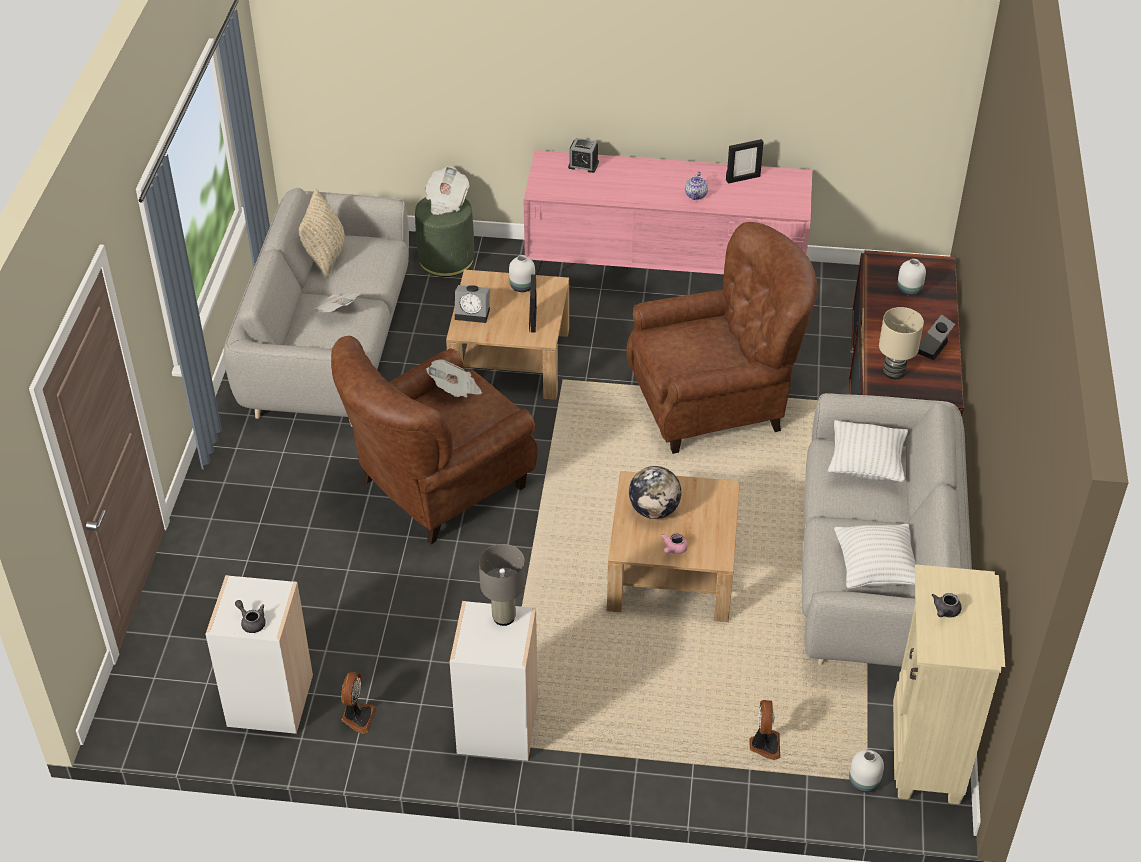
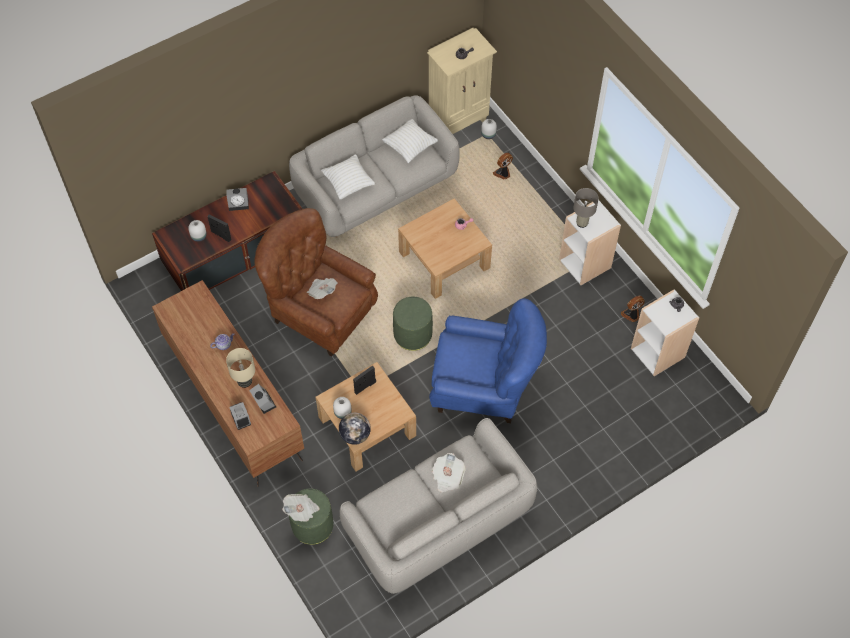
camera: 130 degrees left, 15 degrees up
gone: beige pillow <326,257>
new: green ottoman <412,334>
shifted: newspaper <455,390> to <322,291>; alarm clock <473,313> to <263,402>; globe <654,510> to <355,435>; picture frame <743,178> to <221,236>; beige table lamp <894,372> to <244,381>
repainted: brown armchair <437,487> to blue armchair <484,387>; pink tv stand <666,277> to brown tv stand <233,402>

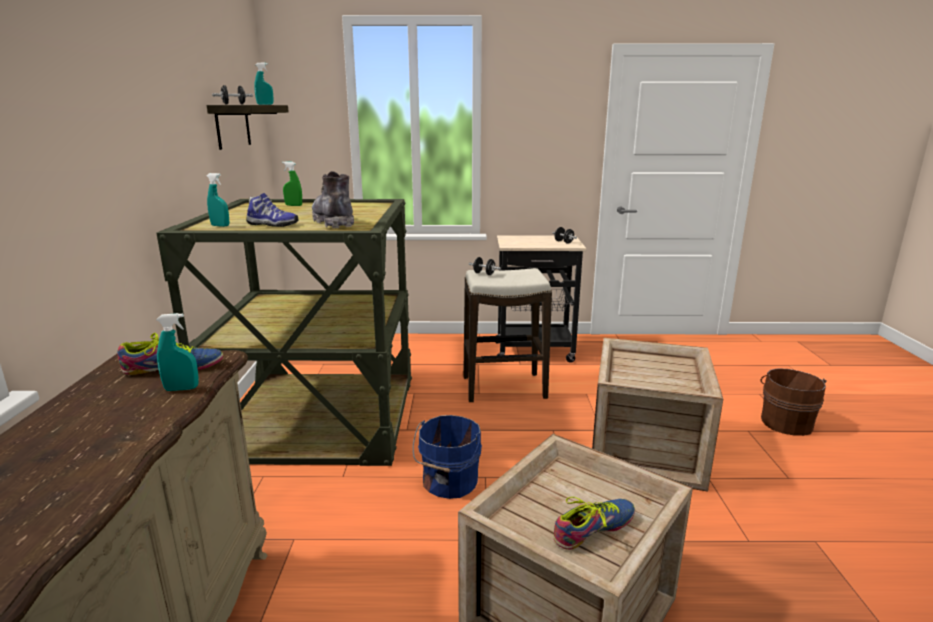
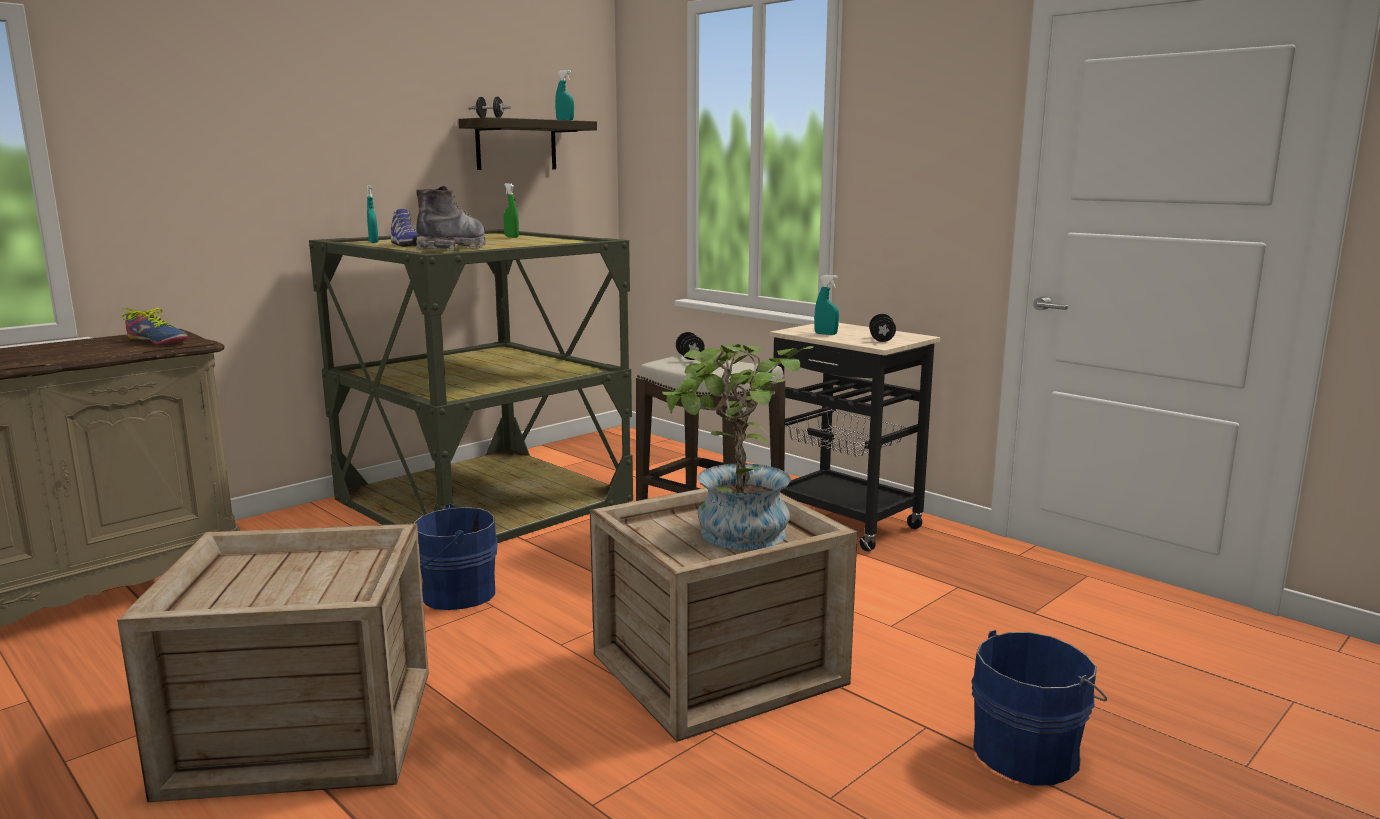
camera: 45 degrees right, 5 degrees down
gone: shoe <593,528>
new: potted plant <734,537>
shifted: turquoise spray bottle <181,389> to <826,334>
repainted: brown bucket <786,422> to blue bucket <1030,752>

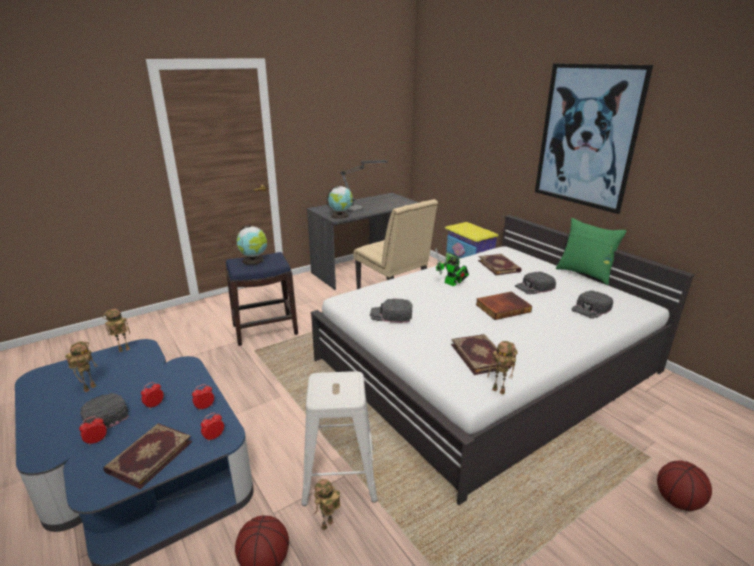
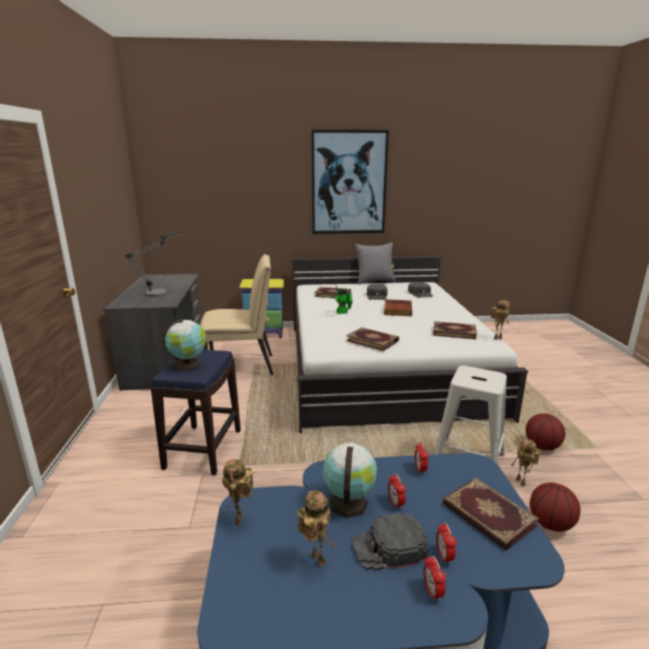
camera: 60 degrees left, 5 degrees down
shifted: alarm clock <214,437> to <432,592>; globe <340,215> to <348,502>; basketball <678,501> to <542,446>
swapped: black cap <391,315> to book <372,340>
repainted: green pillow <584,274> to grey pillow <374,282>

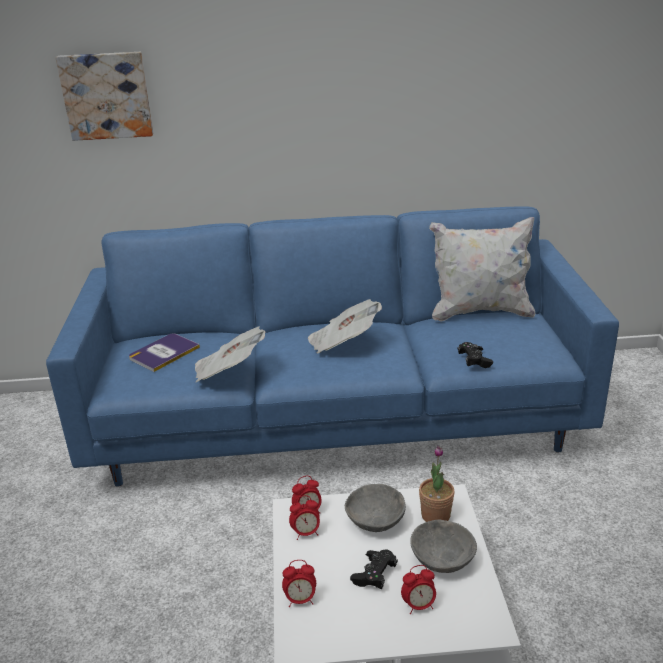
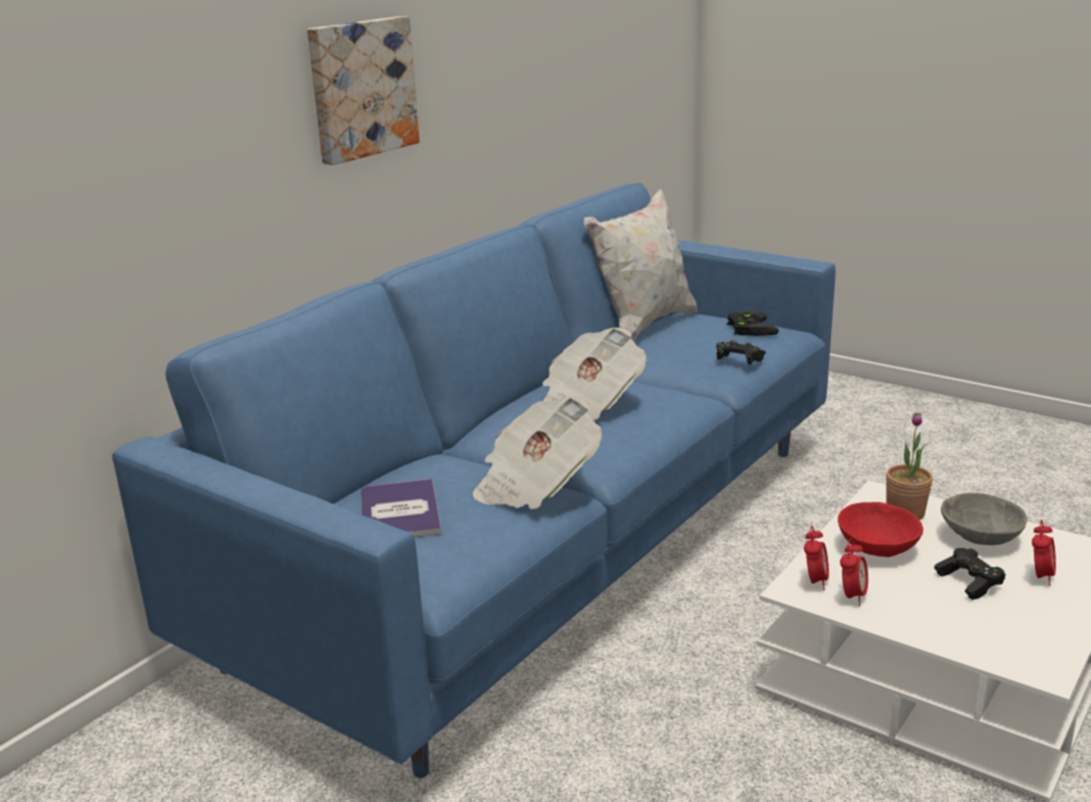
camera: 50 degrees left, 5 degrees down
gone: alarm clock <300,600>
new: black game controller <748,327>
shifted: picture <107,95> to <360,88>
repainted: grey bowl <376,520> to red bowl <876,547>

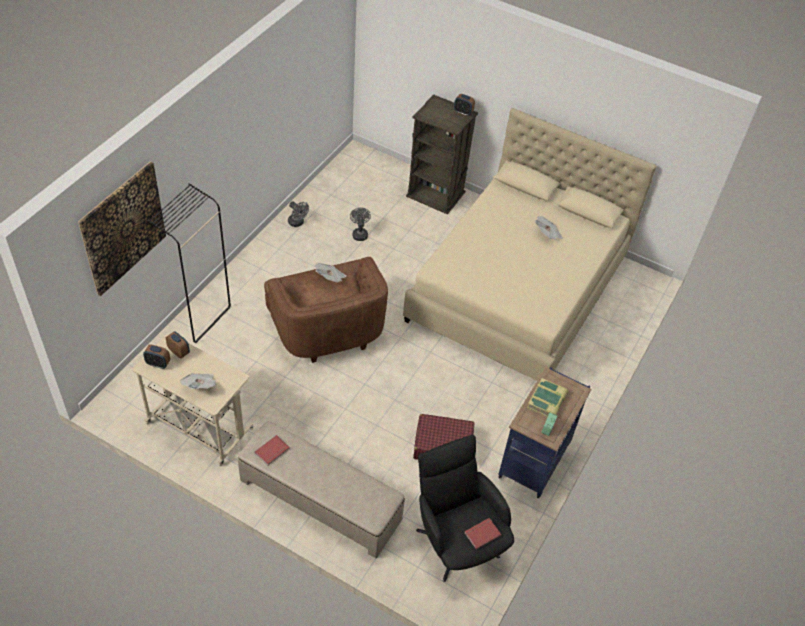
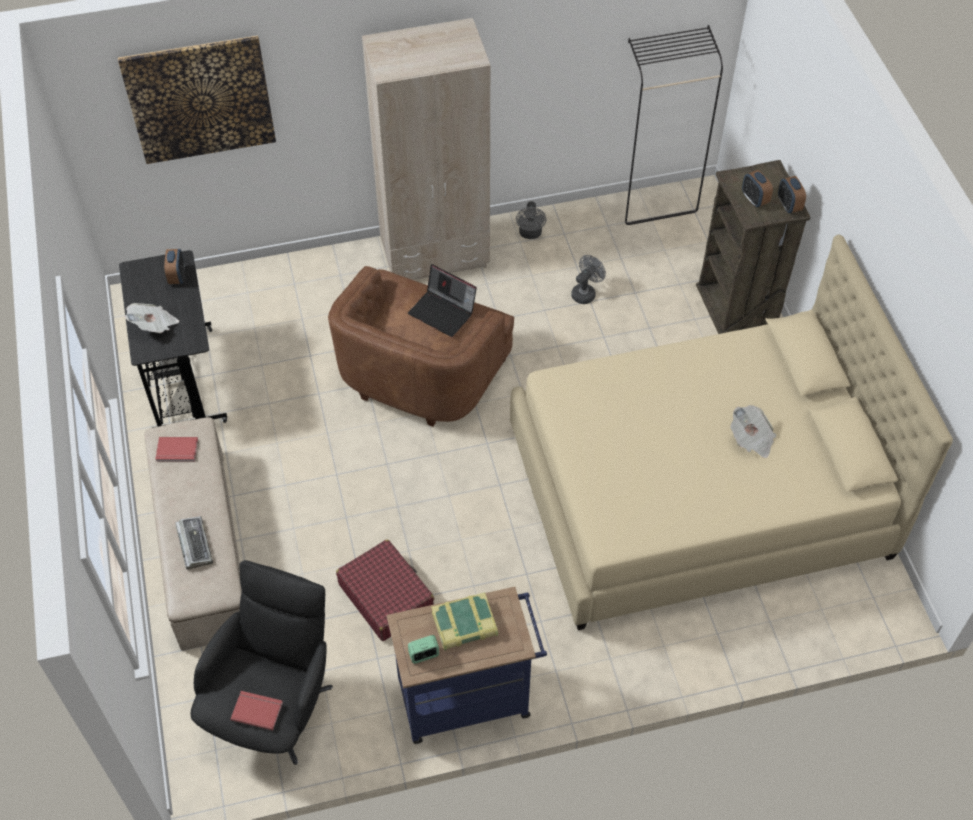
camera: 50 degrees right, 5 degrees up
new: keyboard <194,544>; beige wardrobe <436,255>
shifted: alarm clock <158,364> to <754,199>; black clothes rack <200,318> to <655,203>
swapped: newspaper <330,278> to laptop <443,312>
repainted: beige desk <199,426> to black desk <184,380>

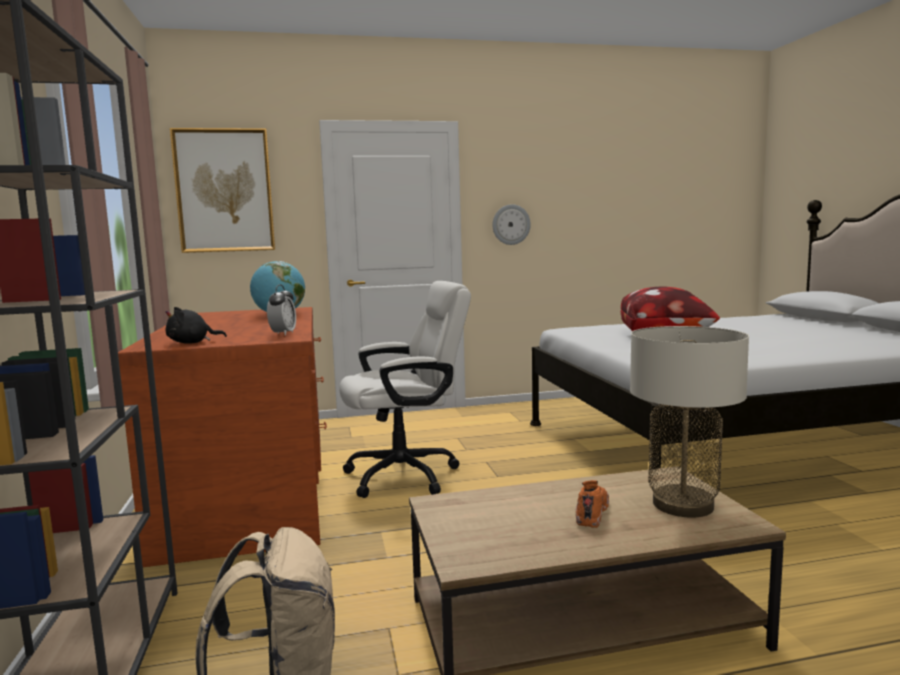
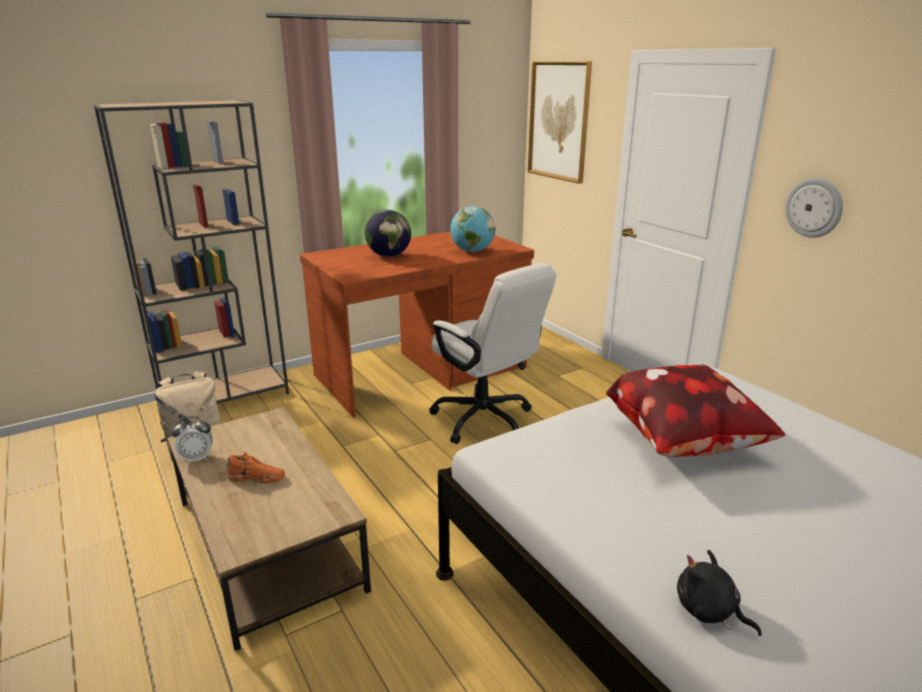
camera: 70 degrees right, 15 degrees up
gone: table lamp <683,505>
new: globe <389,256>
shifted: black plush toy <192,343> to <709,611>; alarm clock <283,334> to <197,458>

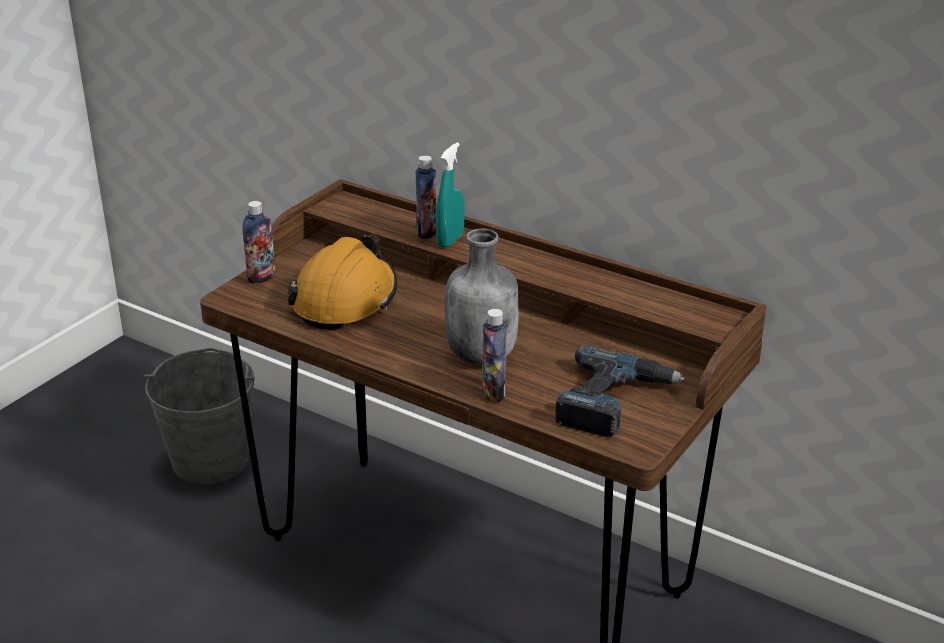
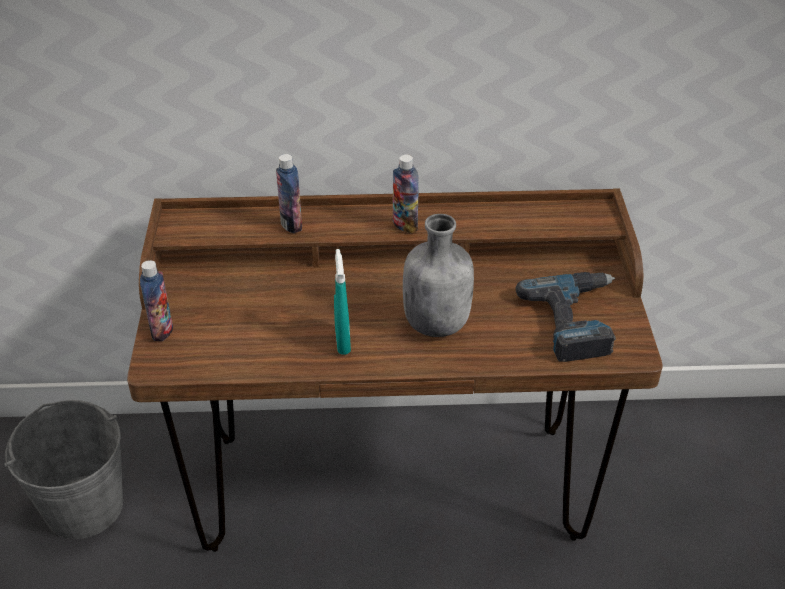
camera: 35 degrees left, 10 degrees up
gone: orange hard hat <345,300>
shifted: turquoise spray bottle <450,240> to <342,342>; bottle <494,392> to <405,225>

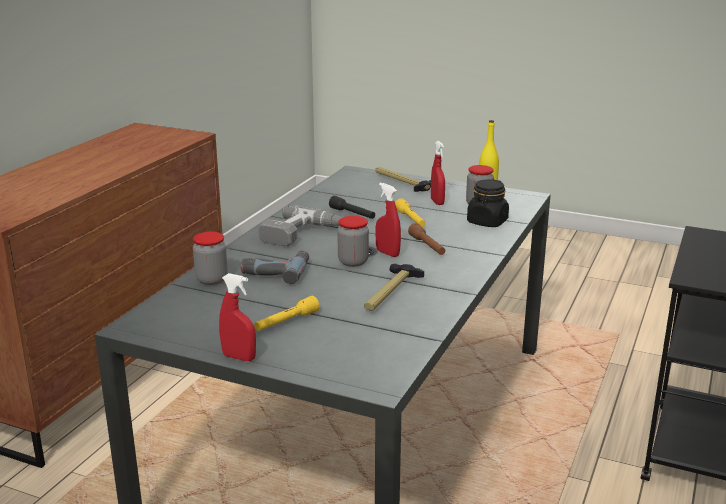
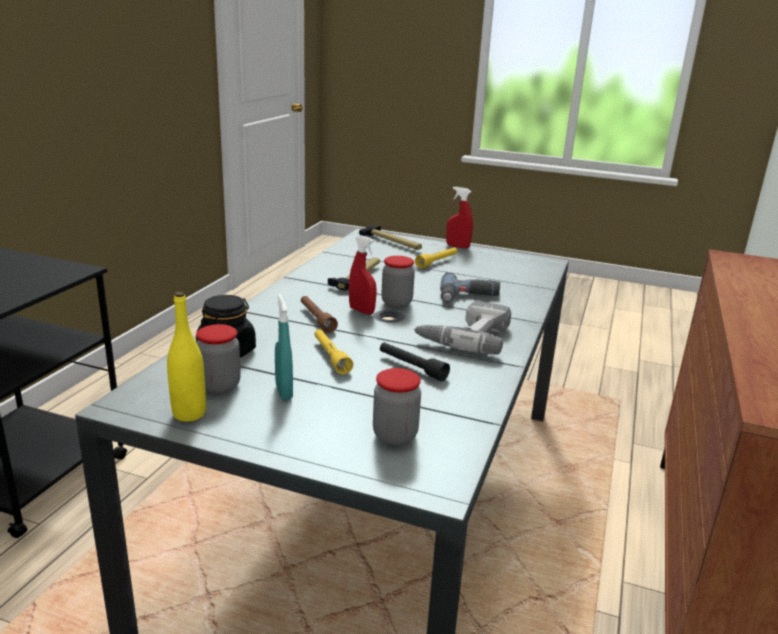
camera: 175 degrees right, 0 degrees up
shifted: jar <211,279> to <395,435>; hammer <401,183> to <392,243>
repainted: red spray bottle <437,202> to turquoise spray bottle <284,391>

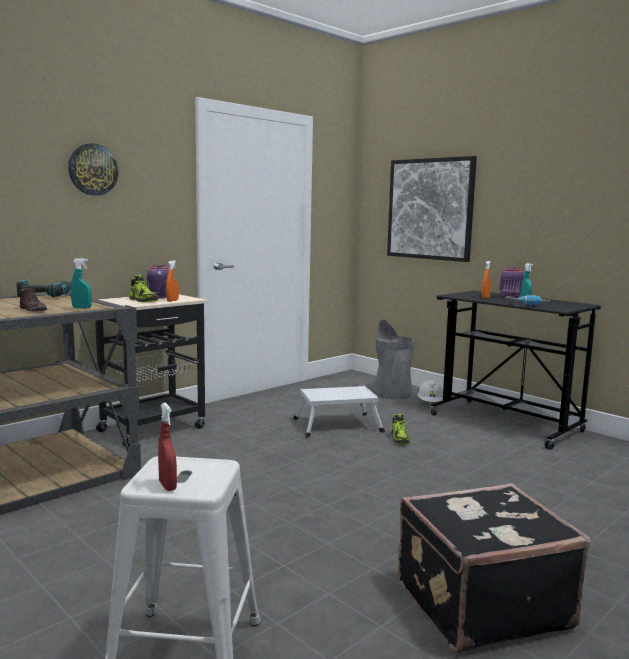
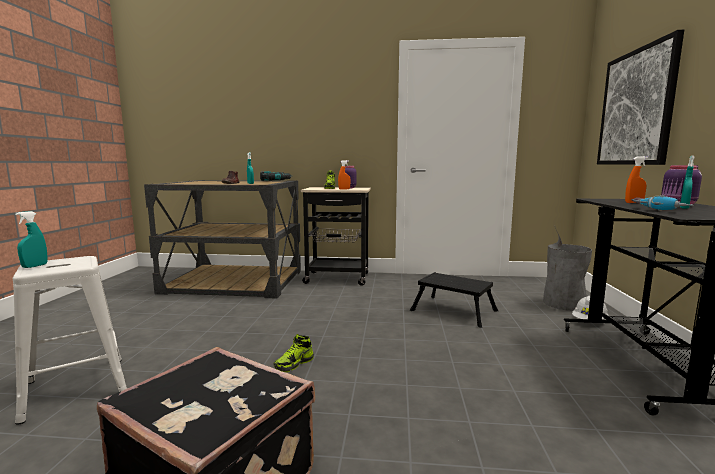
camera: 50 degrees right, 0 degrees up
gone: wall clock <93,169>
shifted: shoe <399,439> to <294,364>
repainted: red spray bottle <167,486> to turquoise spray bottle <35,266>; white step ladder <338,425> to black step ladder <454,311>

